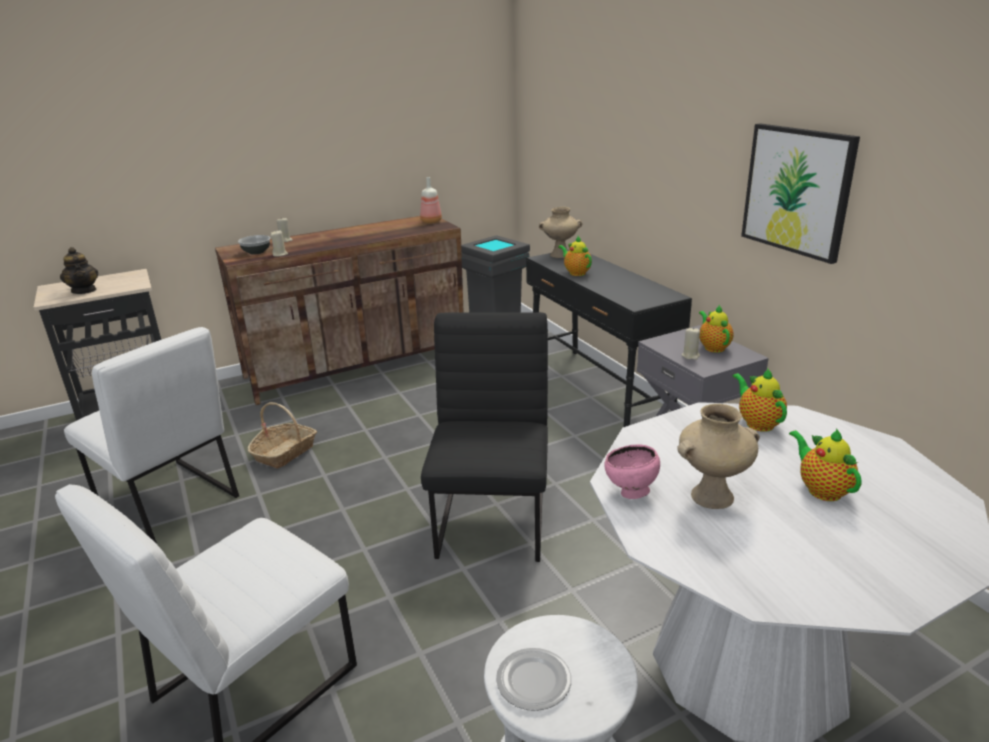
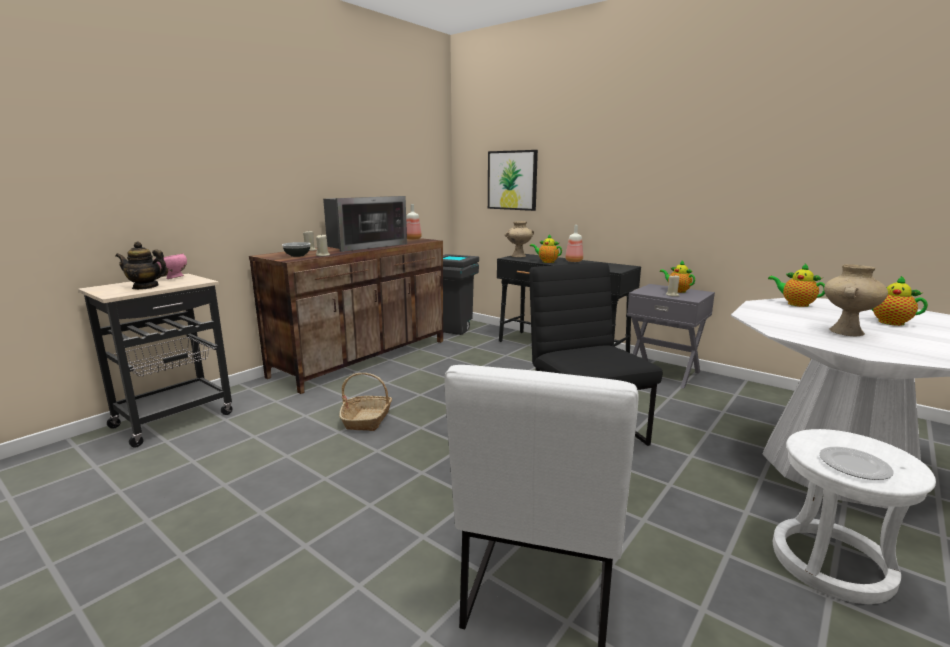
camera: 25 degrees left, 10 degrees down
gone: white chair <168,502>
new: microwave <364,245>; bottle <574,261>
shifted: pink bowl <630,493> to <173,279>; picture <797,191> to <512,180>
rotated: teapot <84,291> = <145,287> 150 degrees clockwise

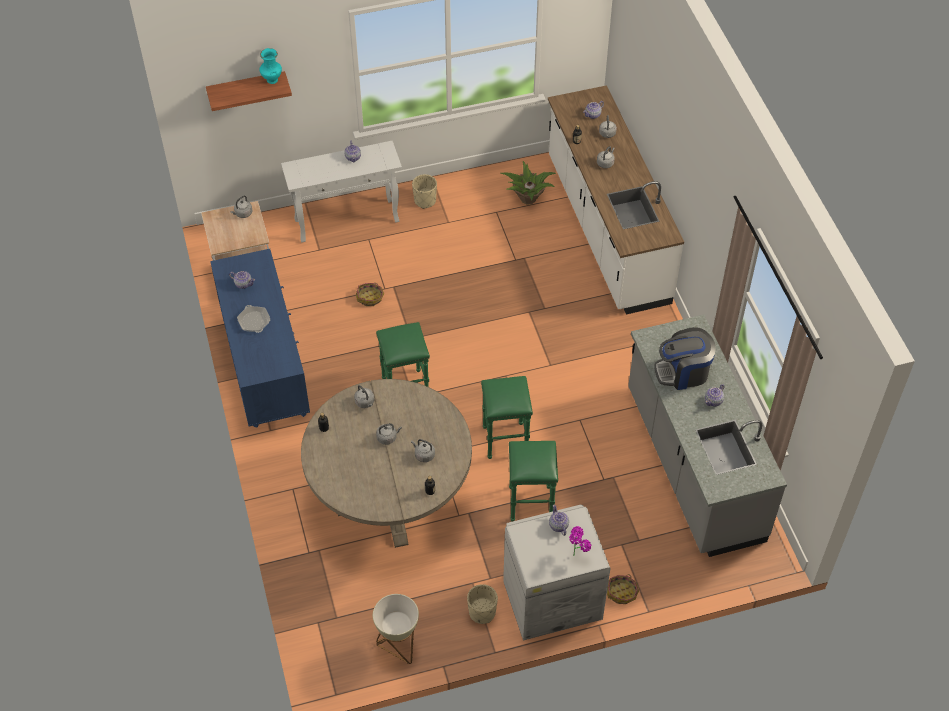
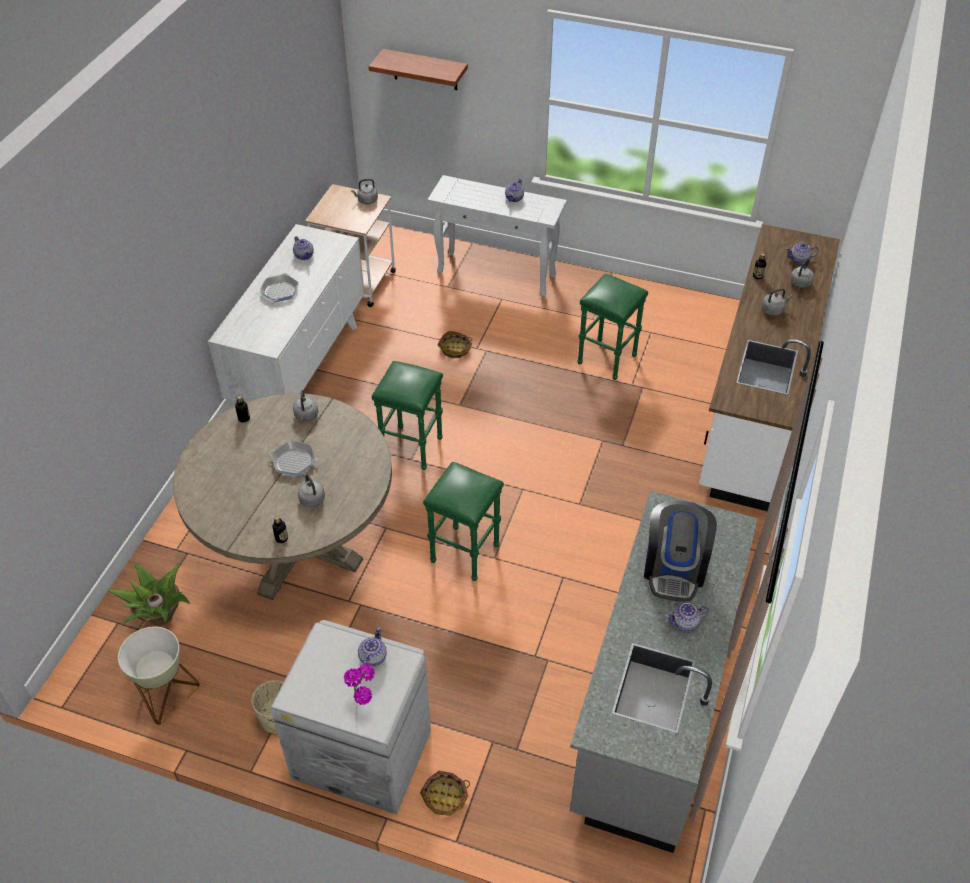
camera: 35 degrees right, 5 degrees down
gone: turquoise vase <271,79>; beige planter <425,201>
shifted: potted plant <527,198> to <160,615>; green stool <531,504> to <607,360>
swapped: grey kettle <388,437> to frying pan <294,461>
repainted: blue dresser <265,371> to white dresser <300,365>
rotated: coffee machine <683,372> = <674,569> 105 degrees counterclockwise

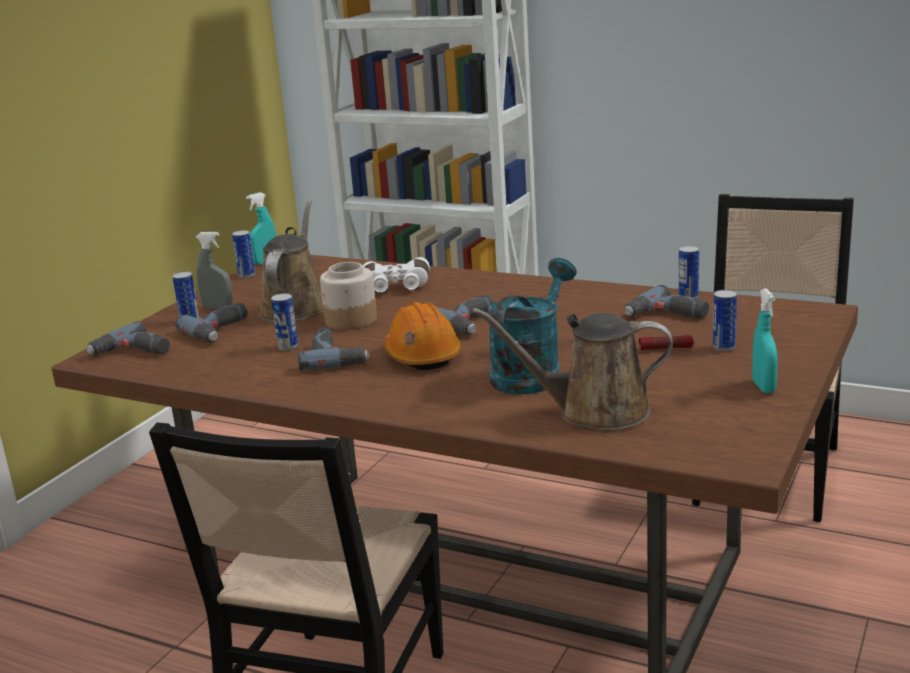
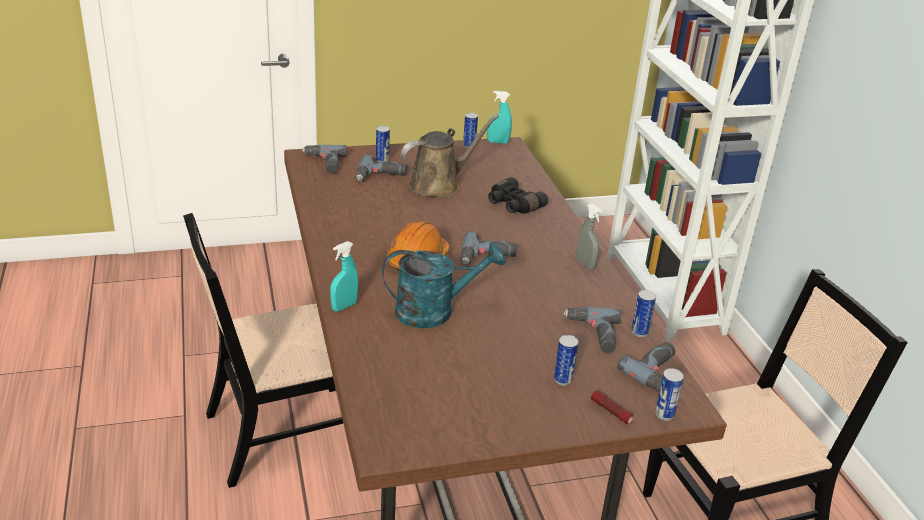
camera: 45 degrees right, 10 degrees up
gone: jar <350,321>; brown watering can <593,412>
shifted: grey spray bottle <218,308> to <585,264>; can <288,347> to <664,414>; power drill <336,356> to <658,373>; flashlight <665,348> to <611,411>; turquoise spray bottle <763,387> to <344,306>
repainted: white binoculars <396,287> to black binoculars <513,205>

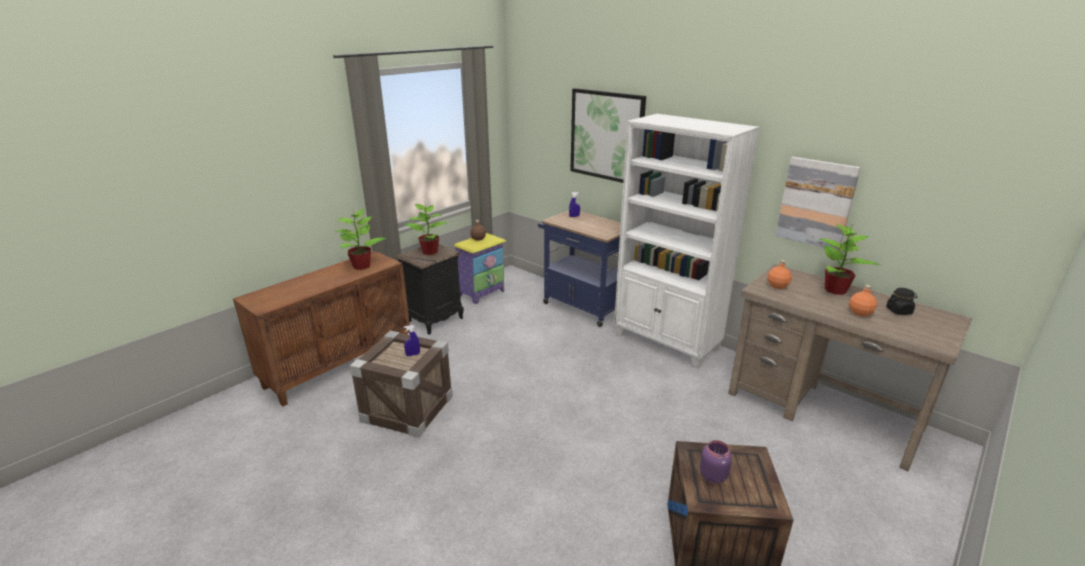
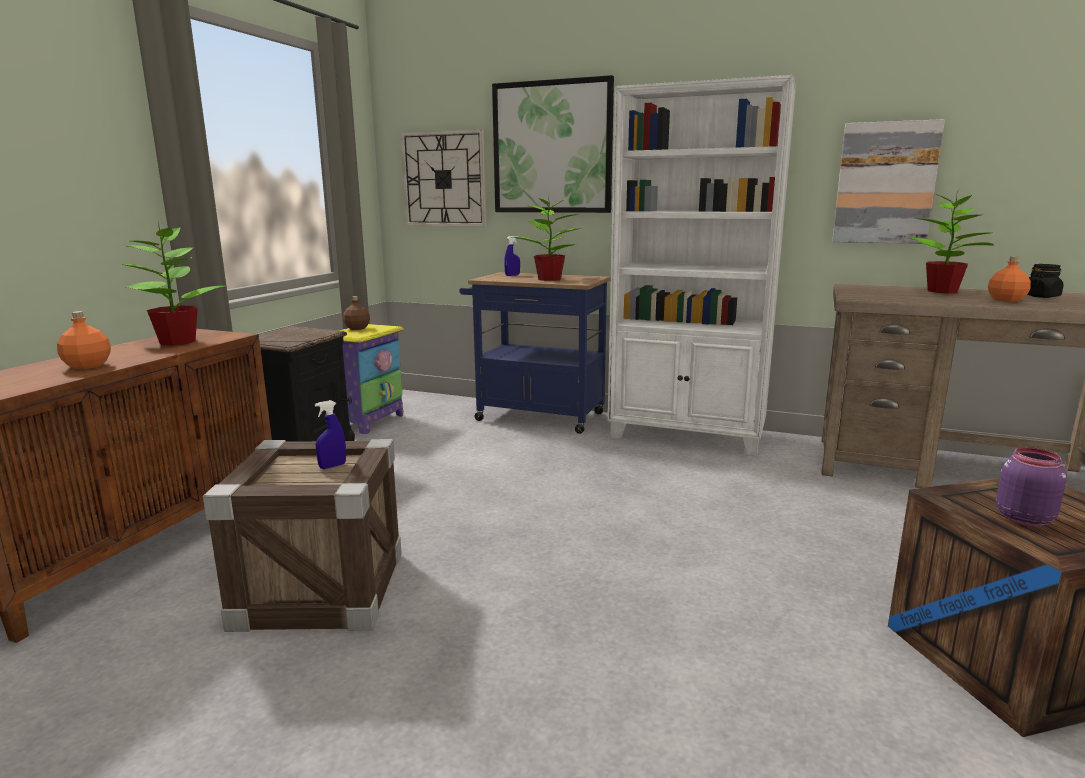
camera: 20 degrees left, 10 degrees down
new: wall clock <444,179>
shifted: potted plant <430,252> to <550,279>; orange bottle <778,286> to <88,366>

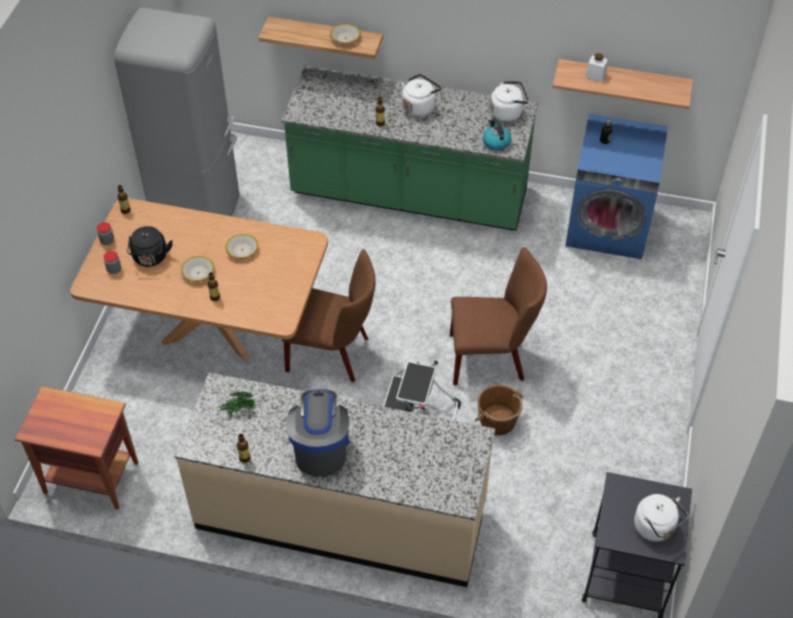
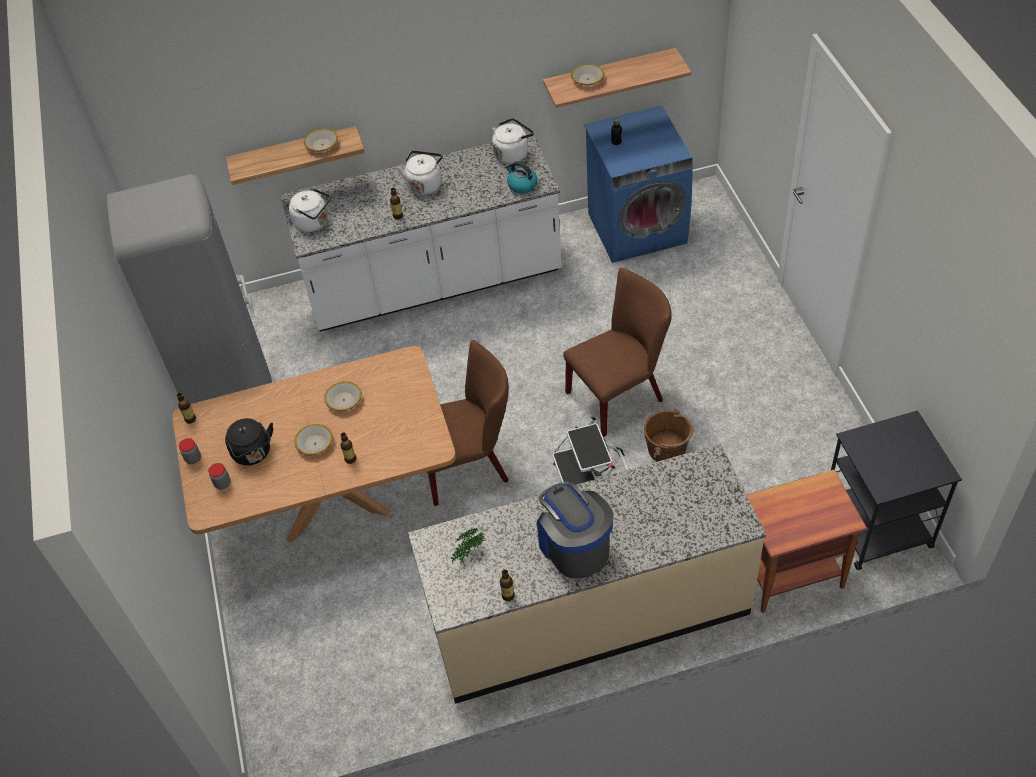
camera: 25 degrees left, 0 degrees up
shifted: nightstand <89,478> to <789,575>; white kettle <656,528> to <314,223>
swapped: white jar <595,75> to bowl <588,79>
repainted: green counter <409,194> to white counter <434,282>

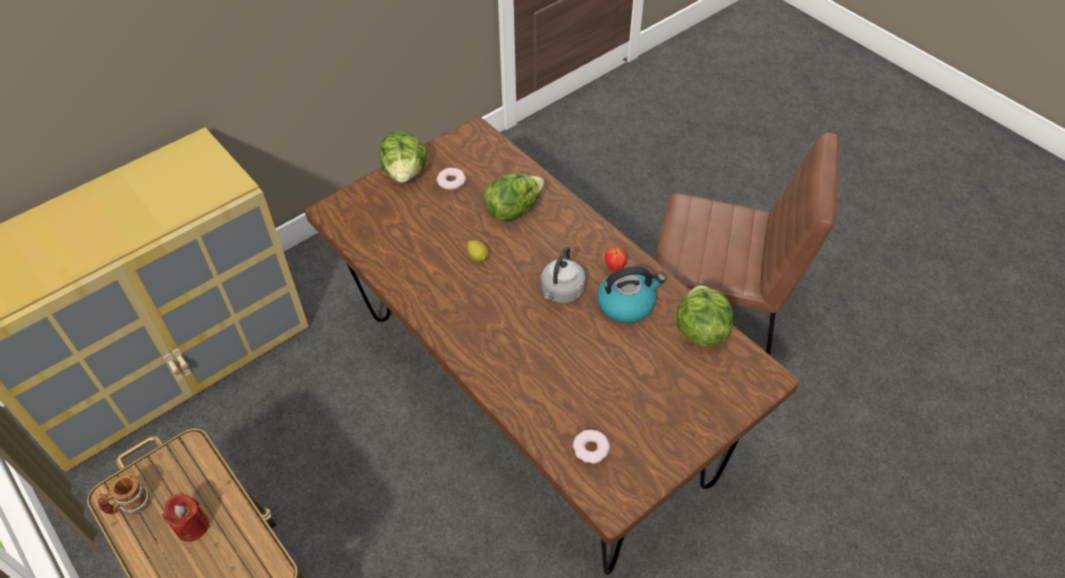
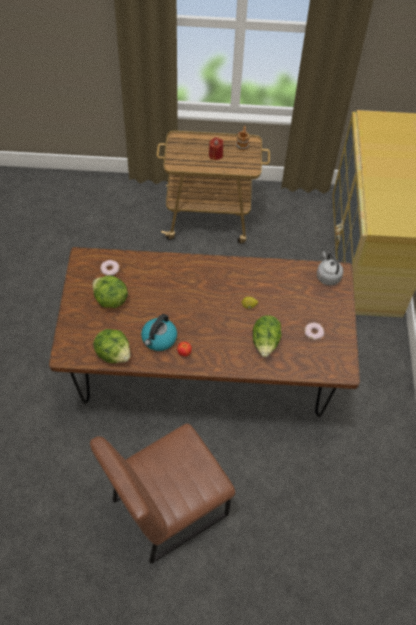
camera: 130 degrees right, 5 degrees up
shifted: lettuce <405,173> to <110,300>; grey kettle <561,292> to <327,276>

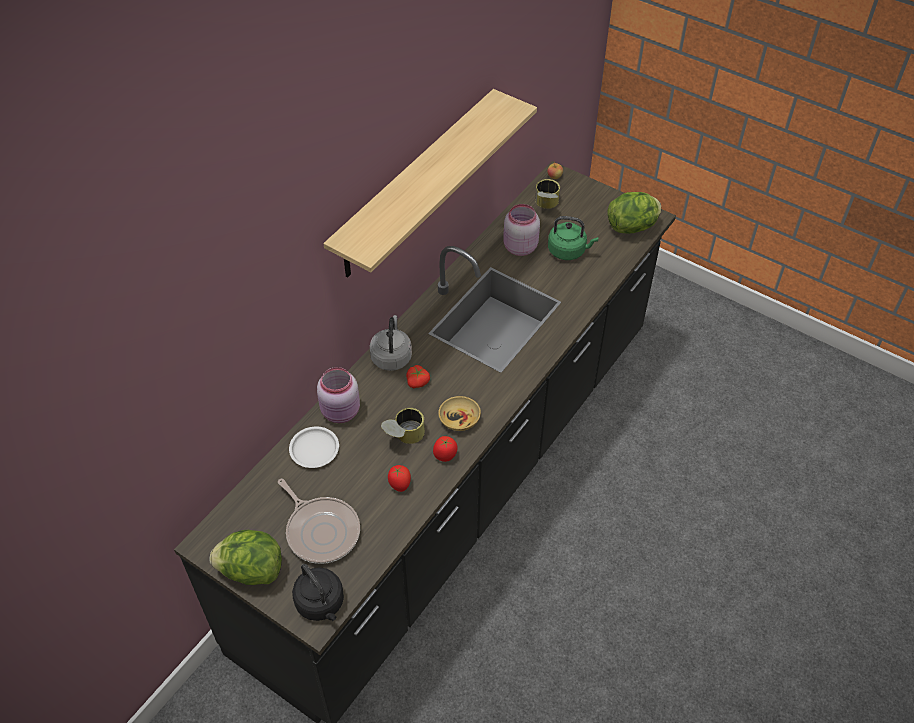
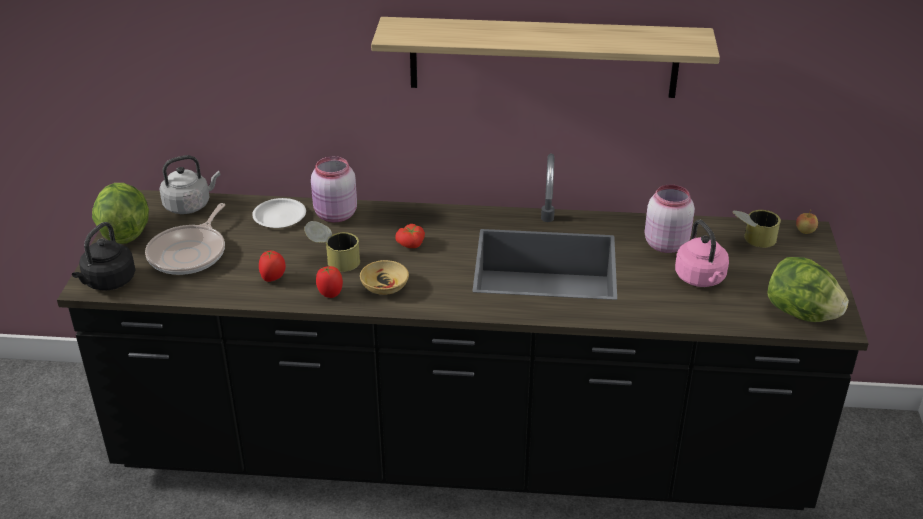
camera: 60 degrees right, 15 degrees down
shifted: grey kettle <391,356> to <190,205>
repainted: green kettle <568,251> to pink kettle <701,279>

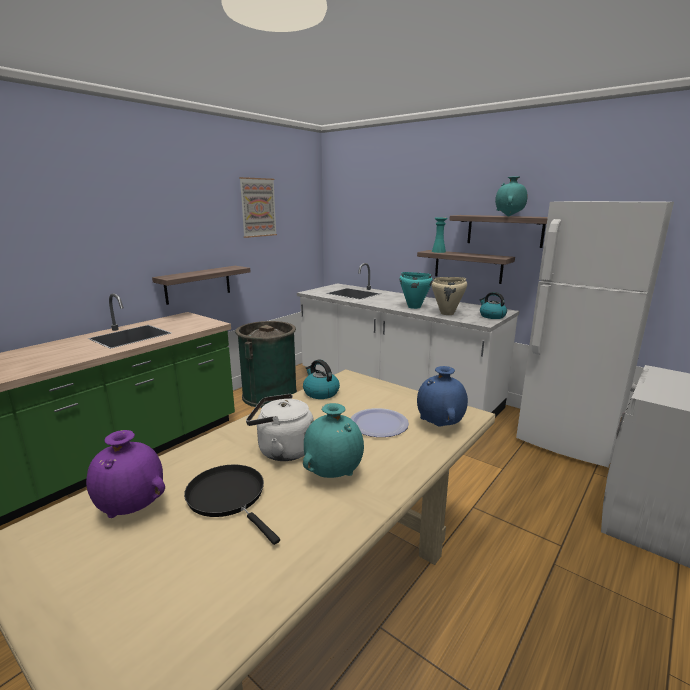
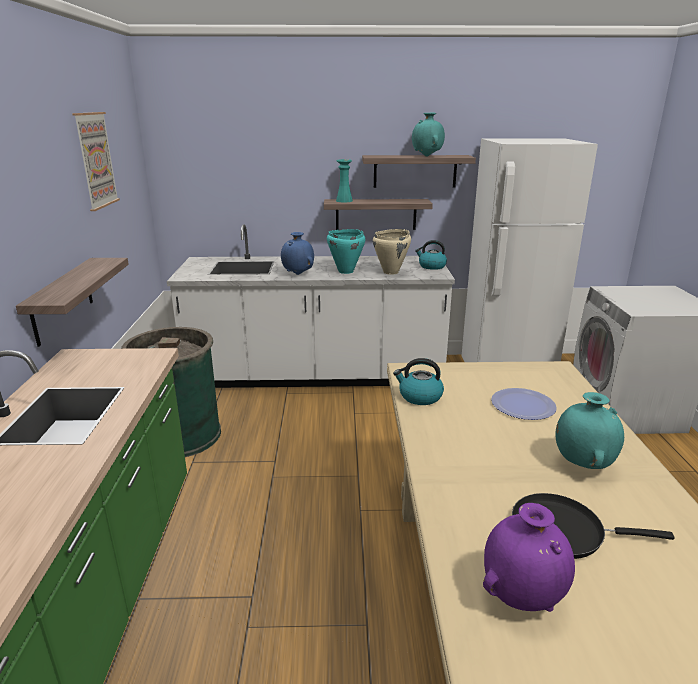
camera: 40 degrees left, 5 degrees up
gone: white kettle <282,450>
shifted: blue vase <440,425> to <298,274>

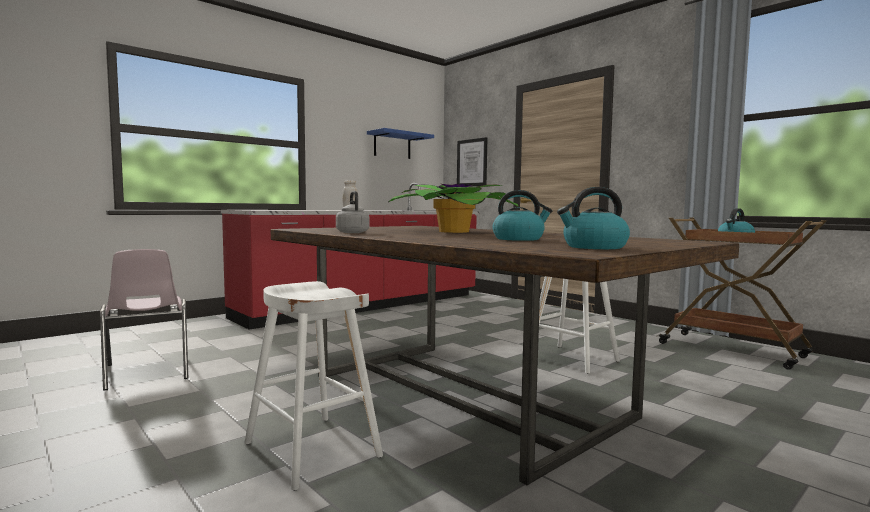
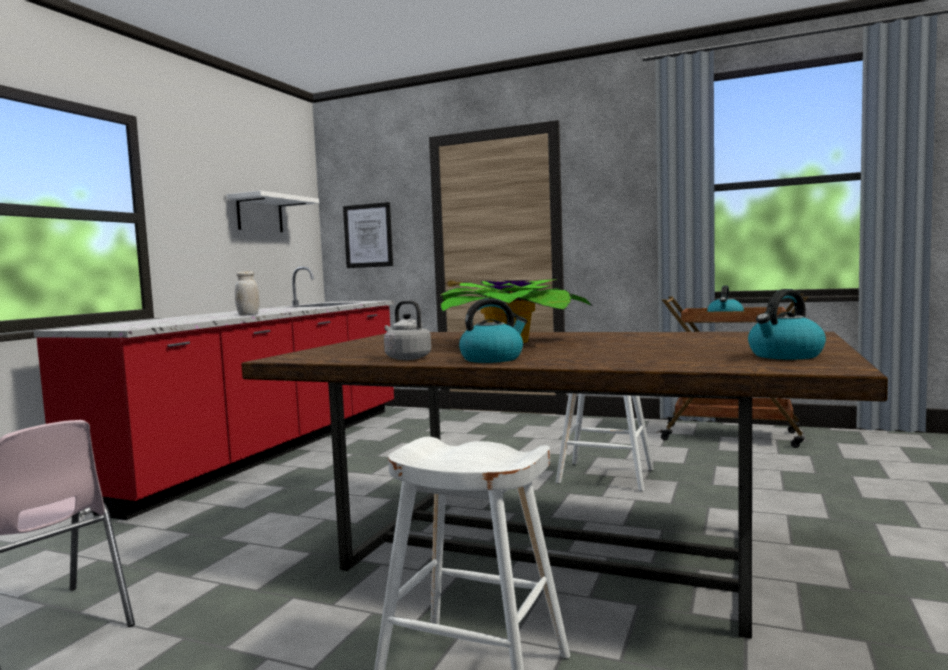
camera: 25 degrees left, 0 degrees up
shifted: kettle <519,239> to <492,359>
repainted: blue shelf <392,145> to white shelf <259,214>

